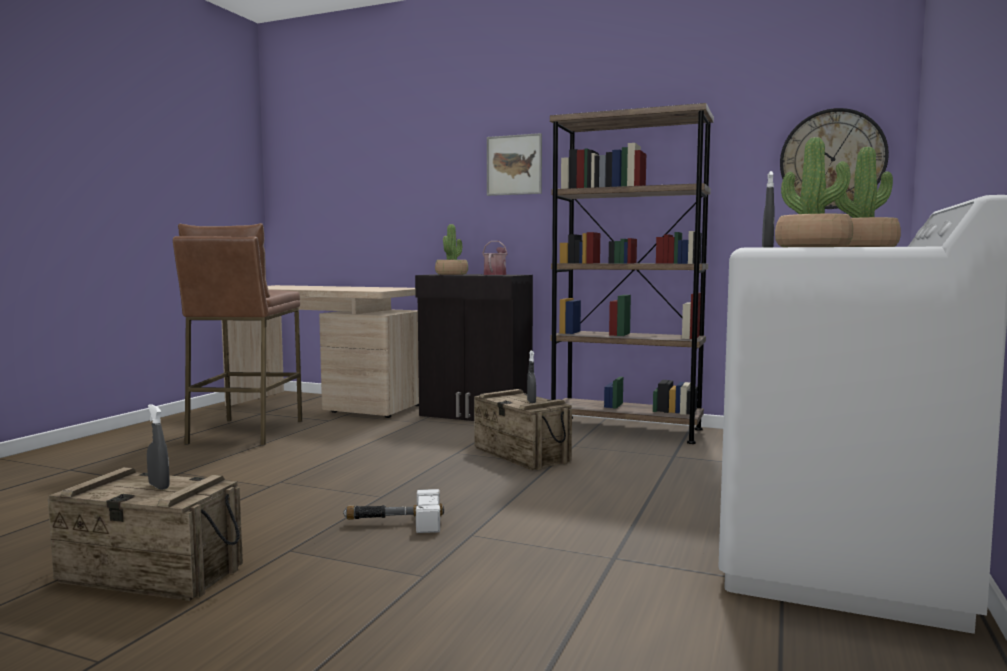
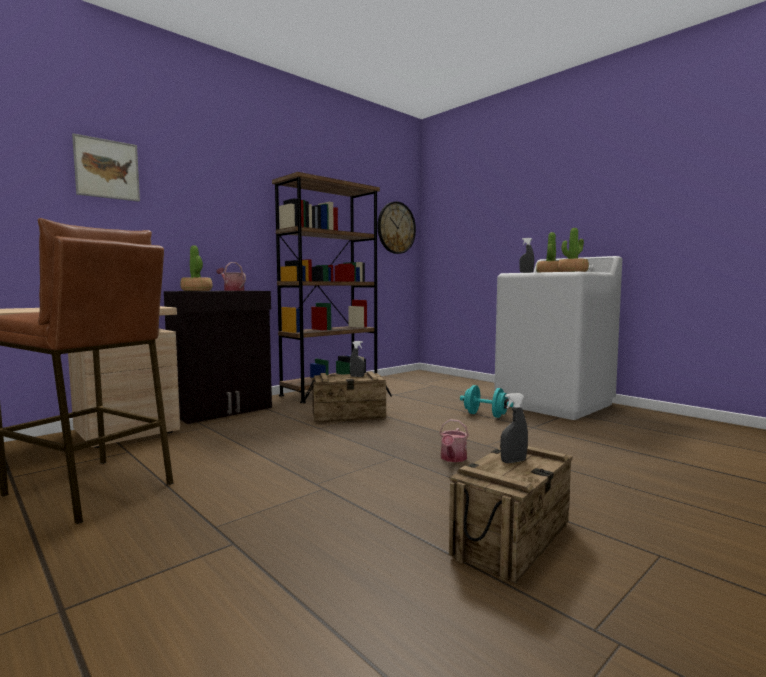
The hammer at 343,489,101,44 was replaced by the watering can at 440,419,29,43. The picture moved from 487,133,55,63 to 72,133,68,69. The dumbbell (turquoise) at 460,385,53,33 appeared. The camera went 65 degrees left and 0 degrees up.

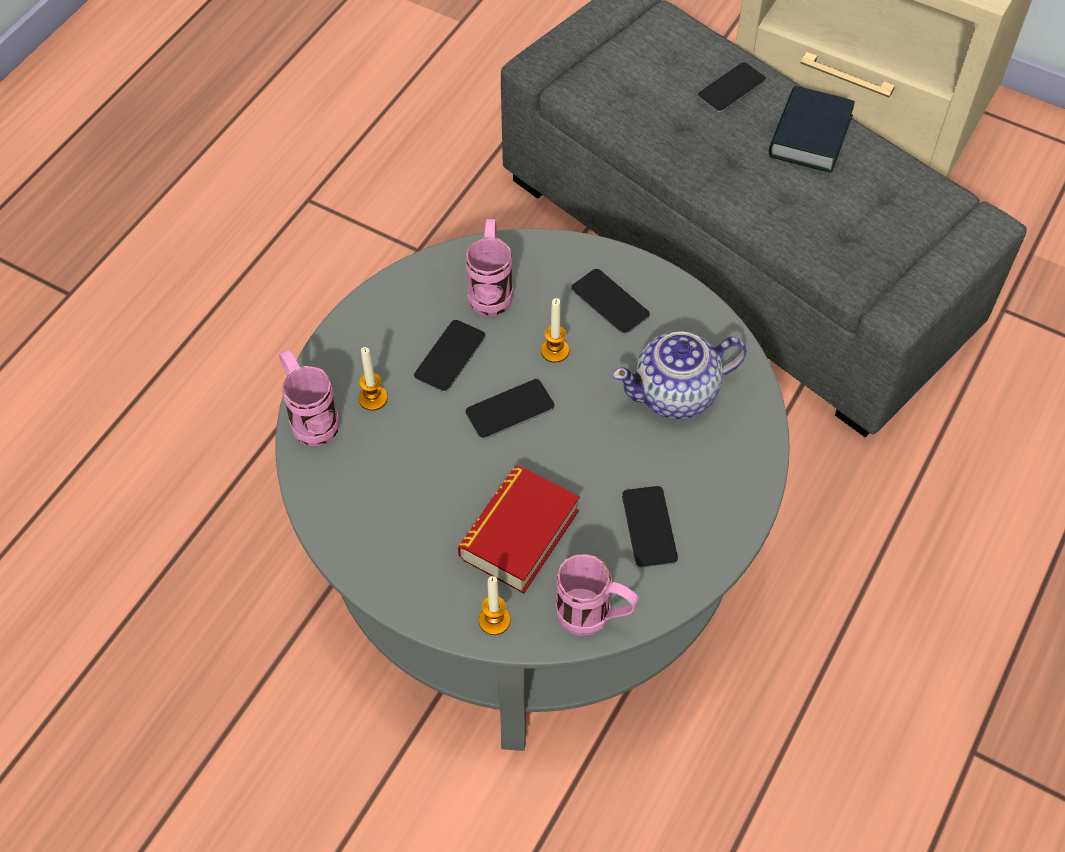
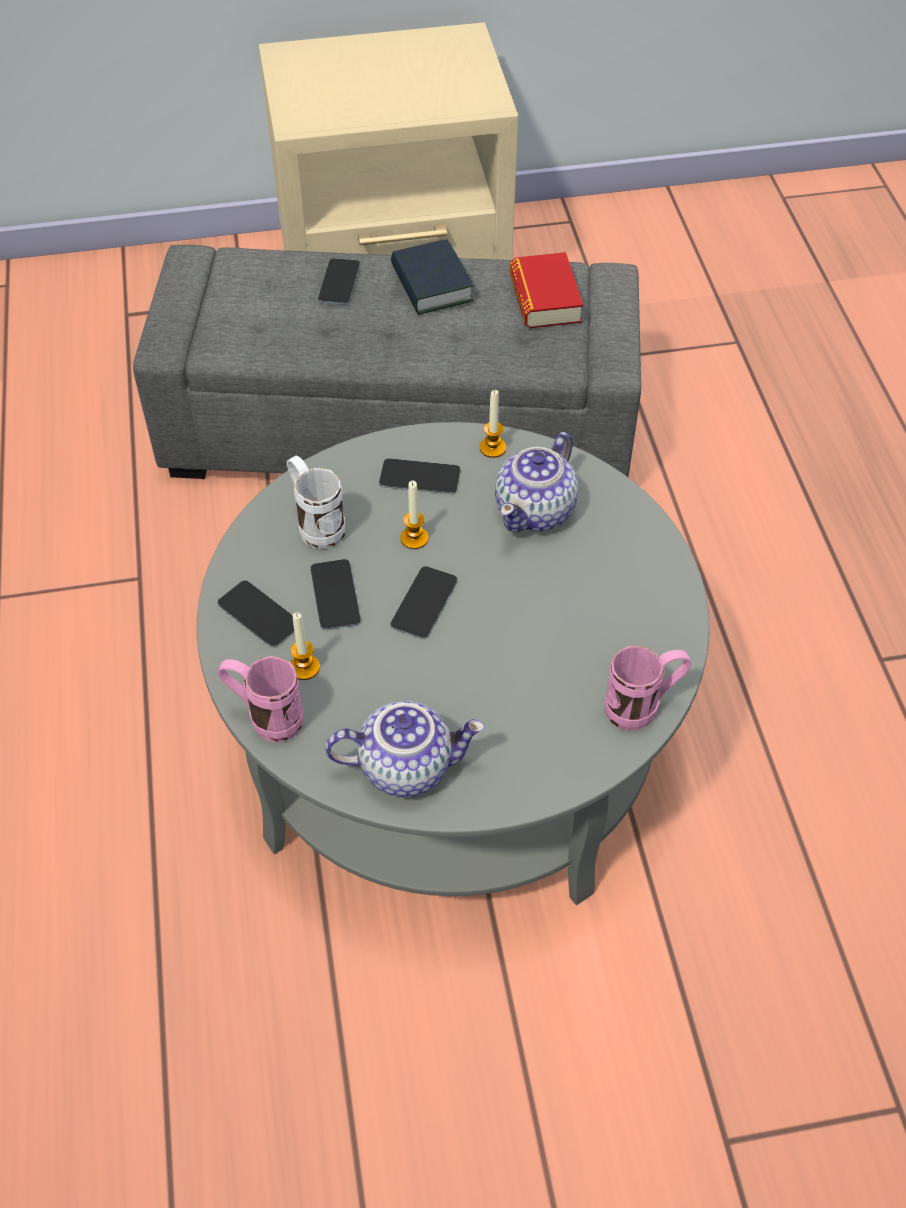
The book moved from 458,466,122,127 to 510,252,73,76. The mug (pink) at 466,219,47,97 became the mug (white) at 287,455,58,94. The candle moved from 479,576,31,59 to 480,390,26,68. The phone moved from 622,486,56,82 to 218,581,76,67. The teapot at 325,701,160,96 appeared. The camera went 40 degrees left and 5 degrees down.

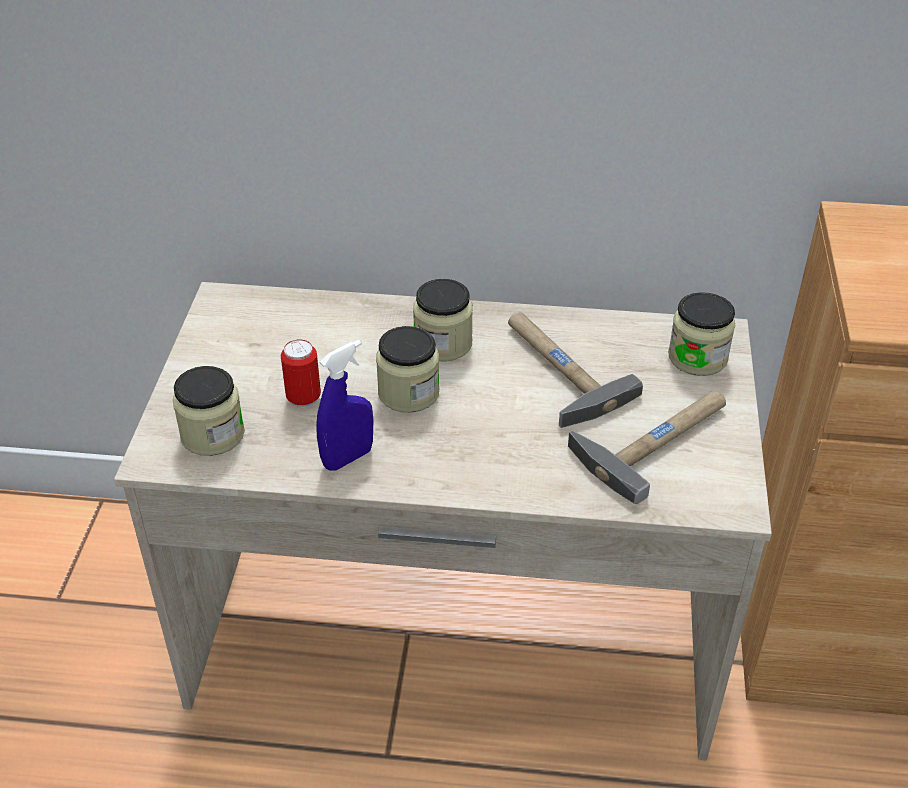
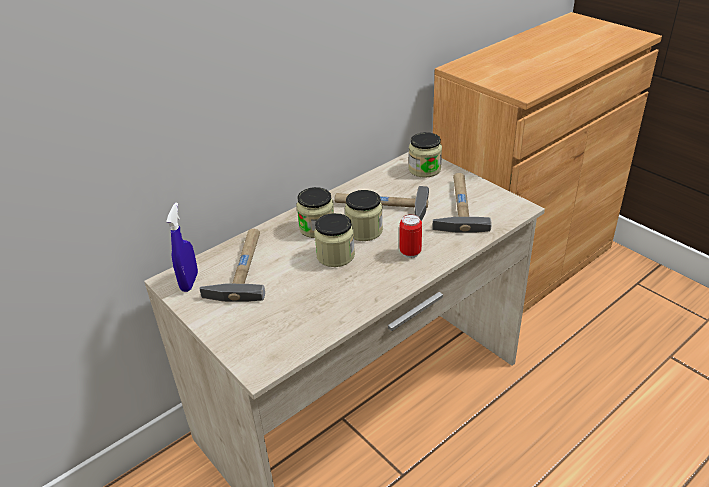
The jar moved from 173,366,72,90 to 345,190,38,51. The can moved from 281,339,40,69 to 400,214,22,44. The spray bottle (blue) moved from 316,340,58,131 to 166,203,32,89. The hammer at 199,229,66,73 appeared. The camera went 45 degrees left and 5 degrees down.

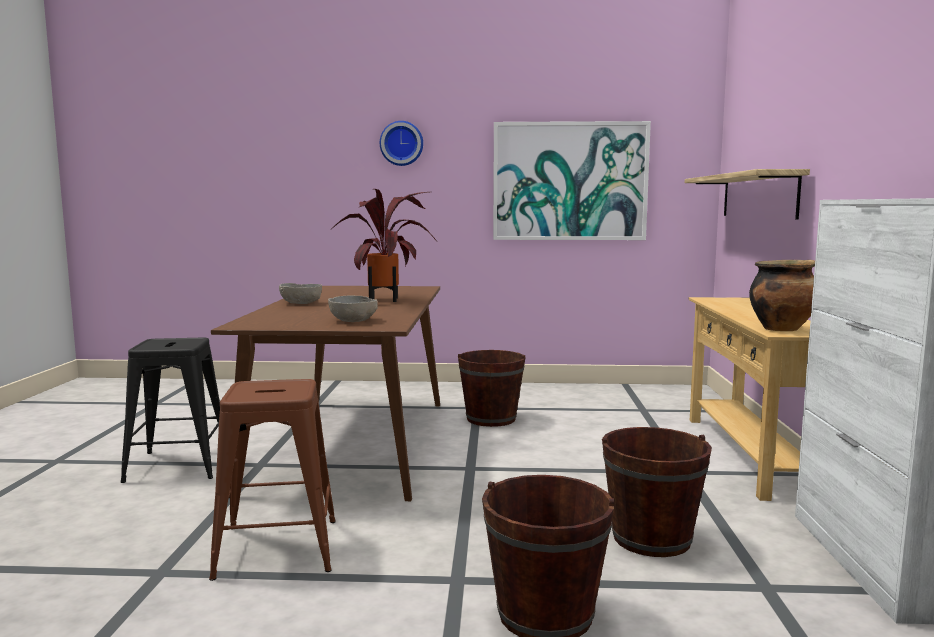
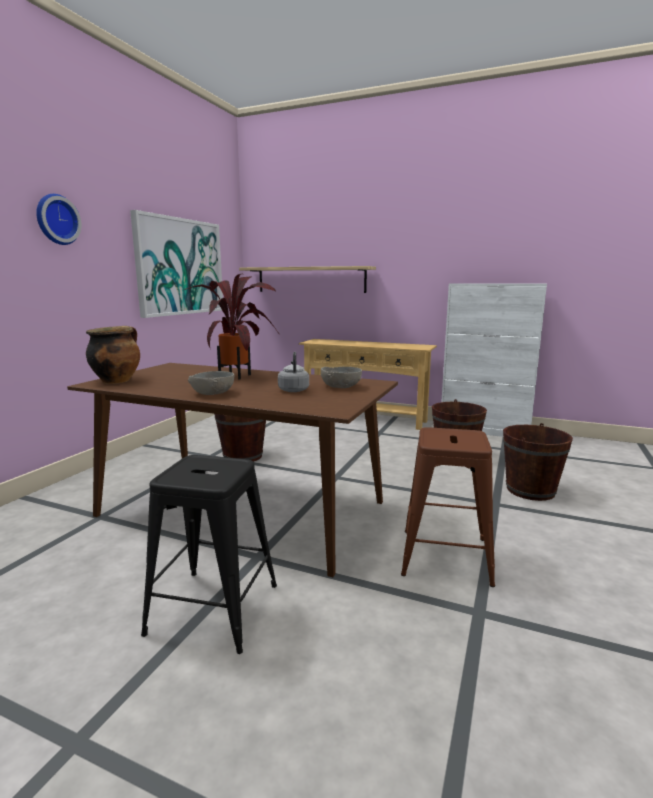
The cooking pot moved from 749,260,66,71 to 86,326,54,58. The kettle (grey) at 278,352,31,40 appeared. The camera went 70 degrees left and 5 degrees up.

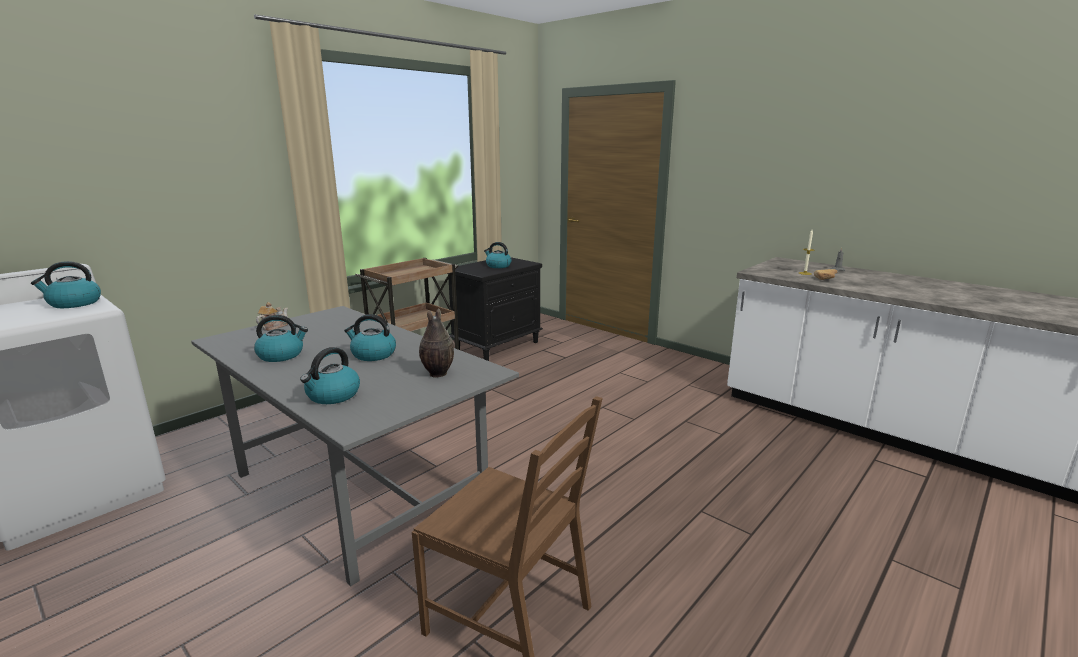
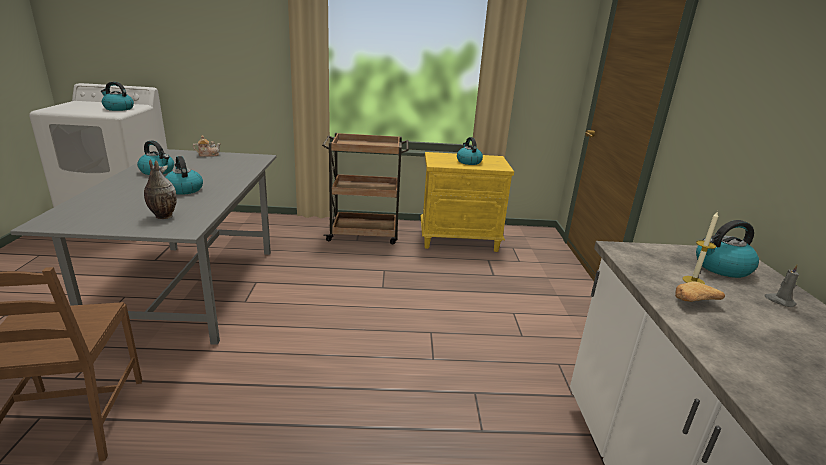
The kettle moved from 300,347,60,57 to 696,220,63,58. The nightstand (black) at 448,257,95,104 became the nightstand (yellow) at 421,152,93,100. The camera went 45 degrees right and 5 degrees up.

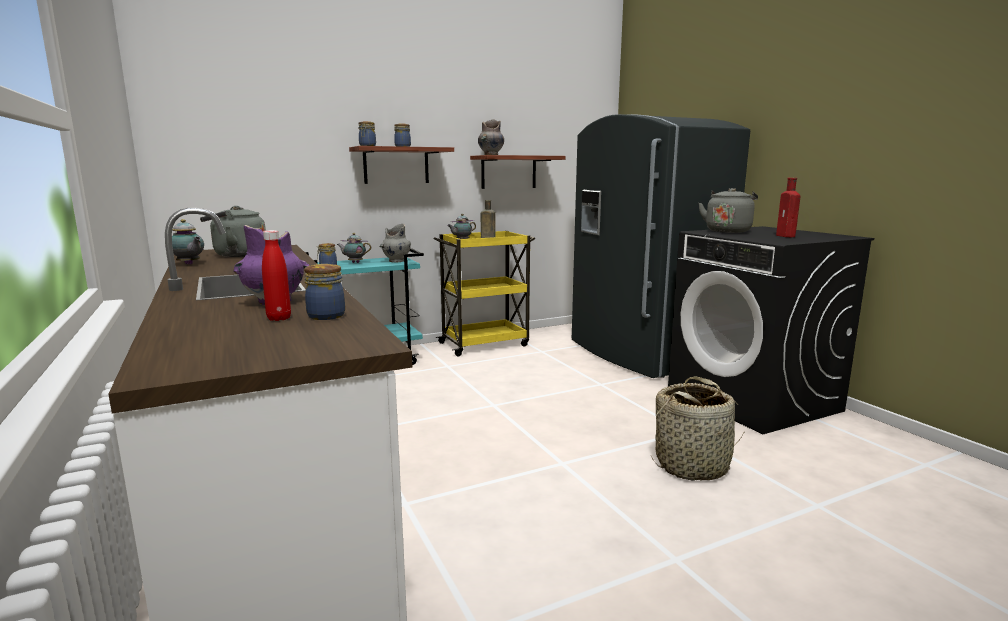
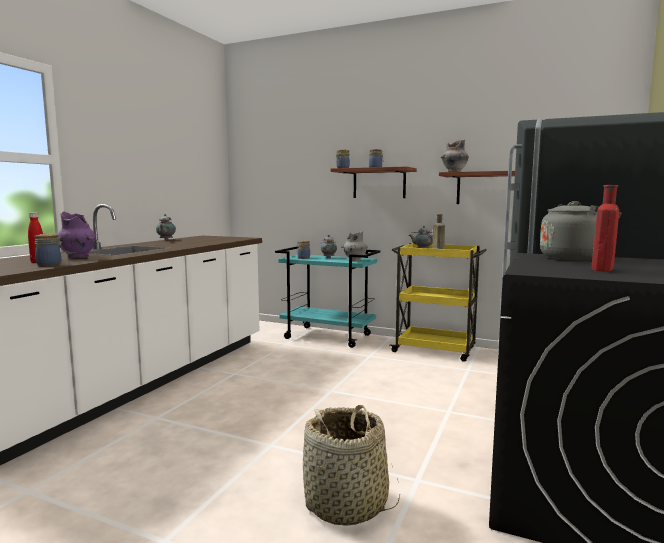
The kettle (grey) at 200,206,66,51 disappeared. The camera went 50 degrees right and 5 degrees down.

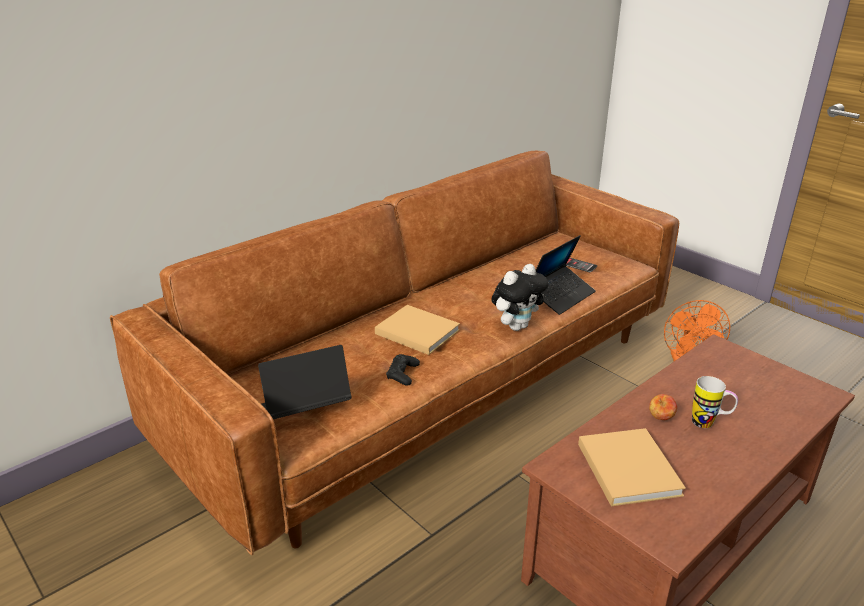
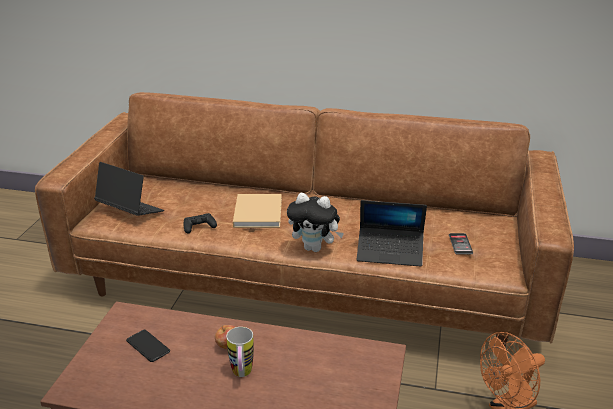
The book (beige) at 578,428,108,78 was replaced by the phone at 126,330,44,32. The camera went 55 degrees right and 0 degrees up.

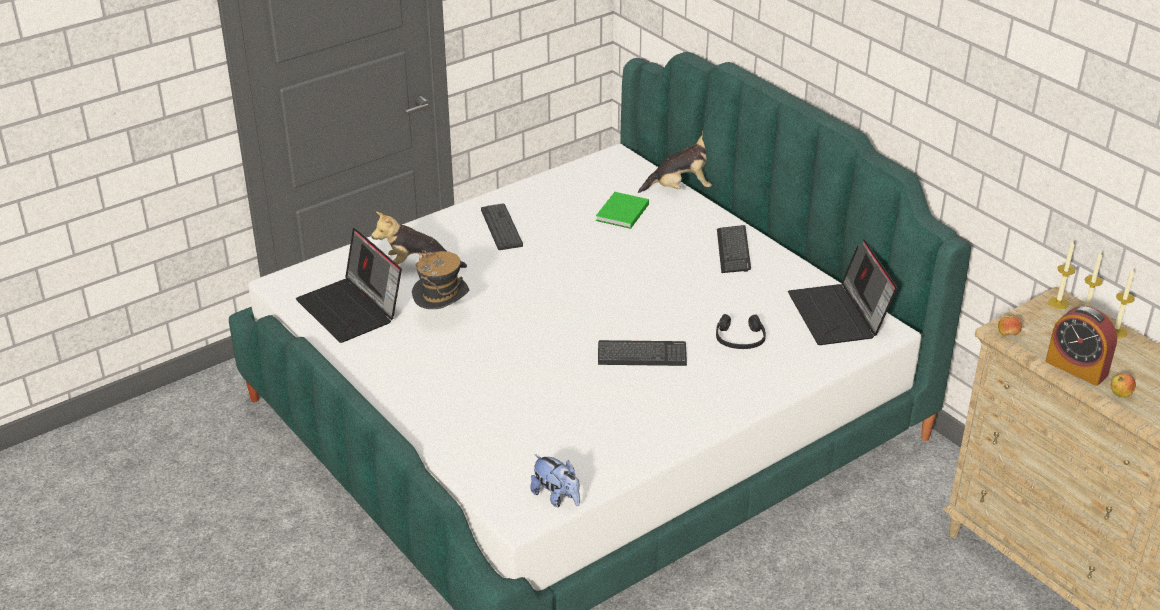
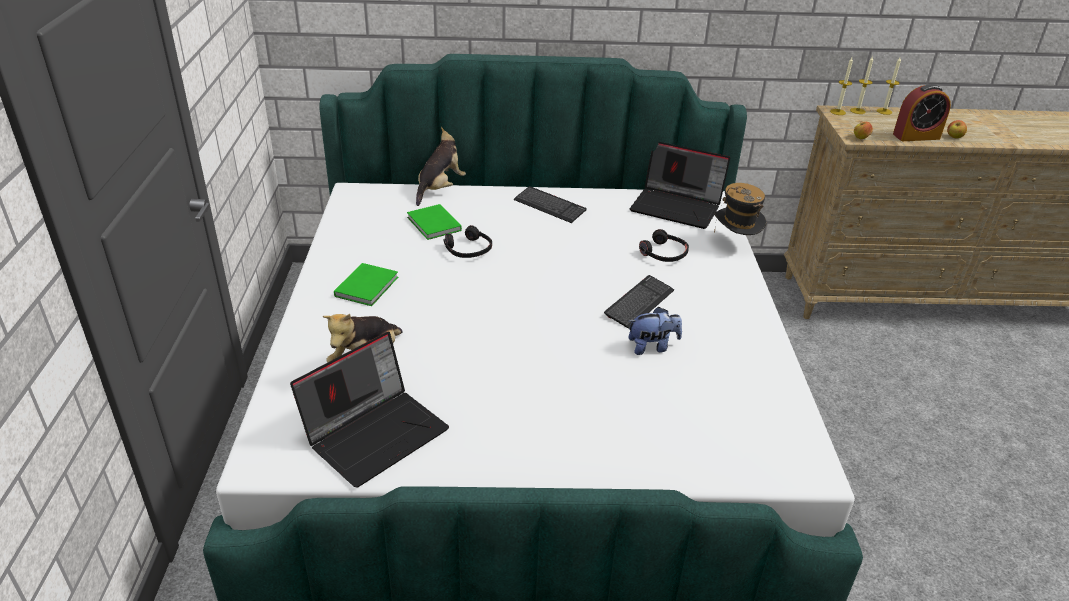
The laptop at 296,228,106,115 turned 45 degrees counterclockwise. The hat moved from 412,250,58,59 to 714,183,53,52. The keyboard at 481,203,42,47 was replaced by the book (green) at 334,263,64,43. The plush toy moved from 530,454,50,53 to 628,307,54,48. The headphones (black) at 443,225,49,33 appeared. The camera went 55 degrees left and 0 degrees up.

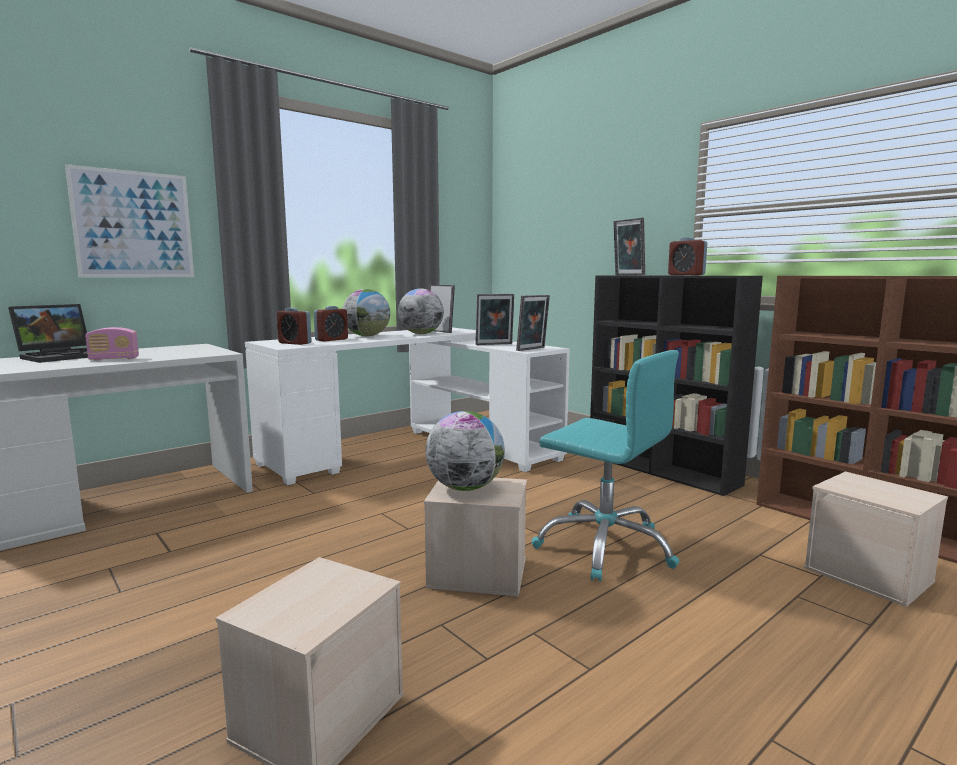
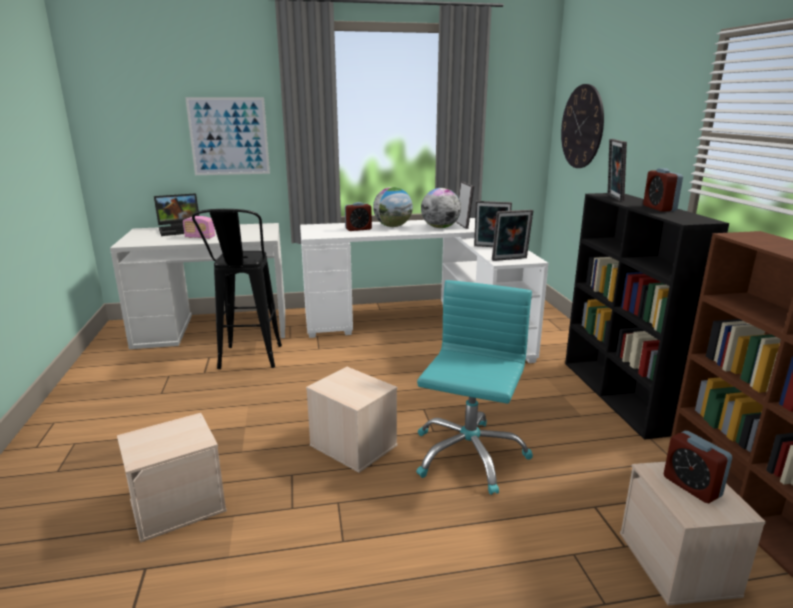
The alarm clock moved from 277,307,35,38 to 664,431,68,72. The globe at 425,411,80,80 disappeared. The office chair (turquoise) at 532,350,148,232 turned 135 degrees counterclockwise. The stool (black) at 192,209,90,160 appeared. The wall clock at 561,84,43,84 appeared. The camera went 30 degrees right and 10 degrees up.

